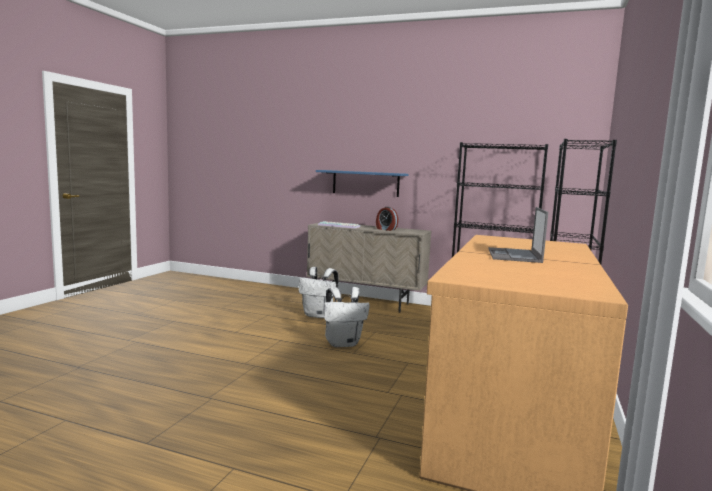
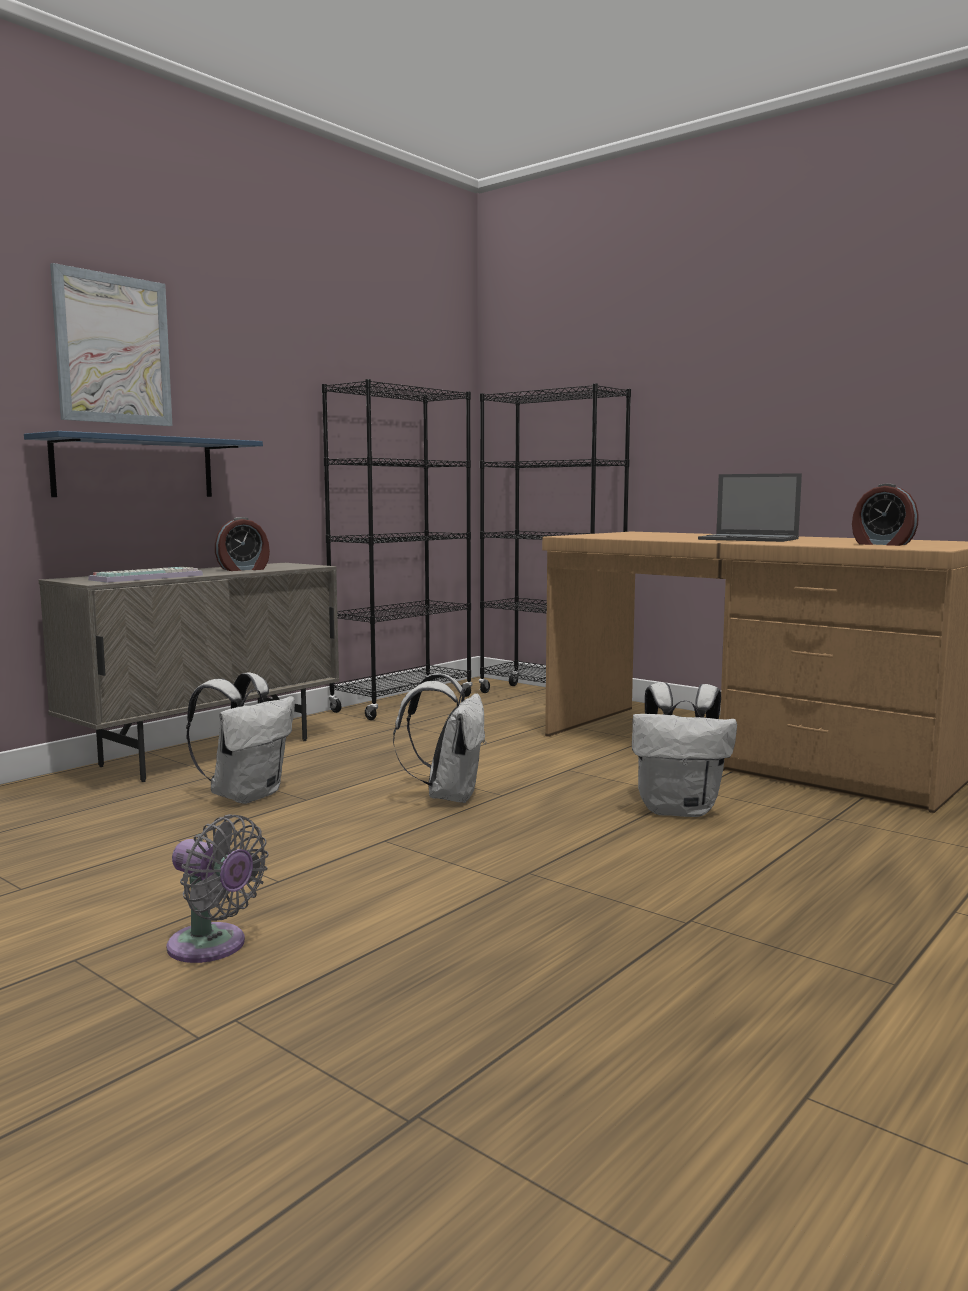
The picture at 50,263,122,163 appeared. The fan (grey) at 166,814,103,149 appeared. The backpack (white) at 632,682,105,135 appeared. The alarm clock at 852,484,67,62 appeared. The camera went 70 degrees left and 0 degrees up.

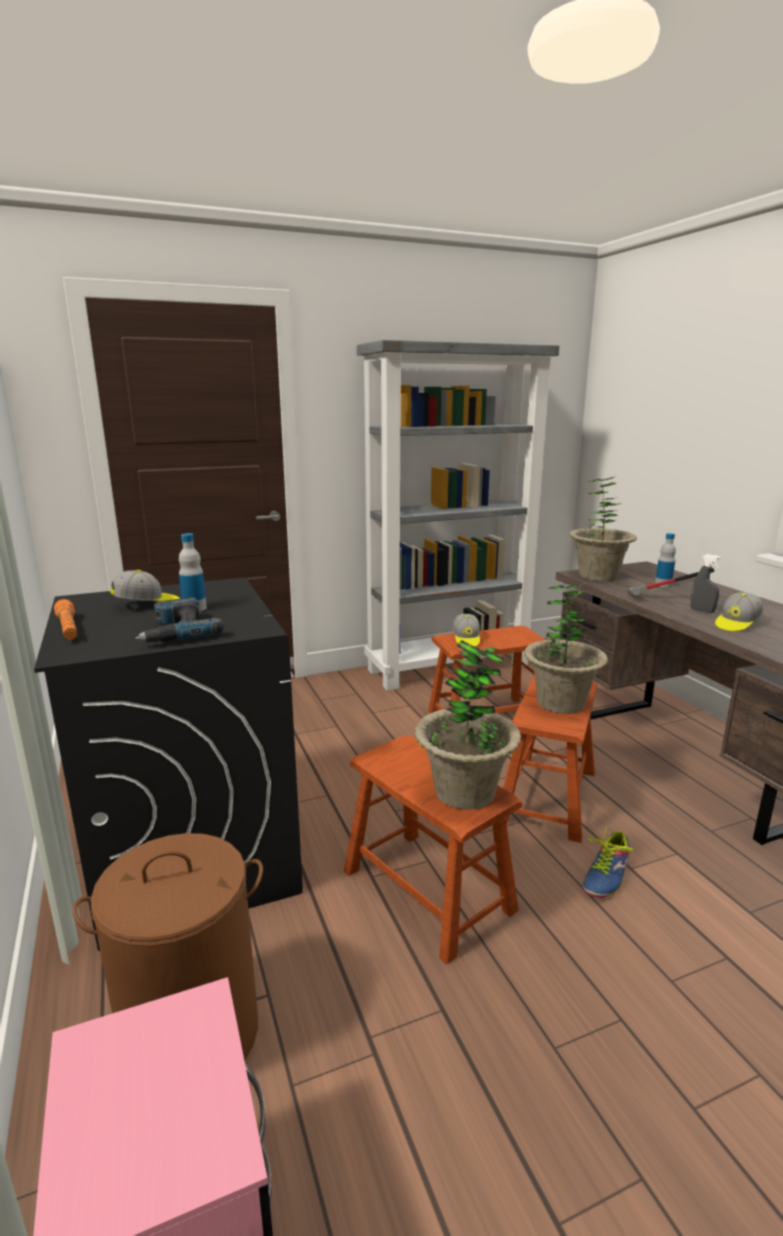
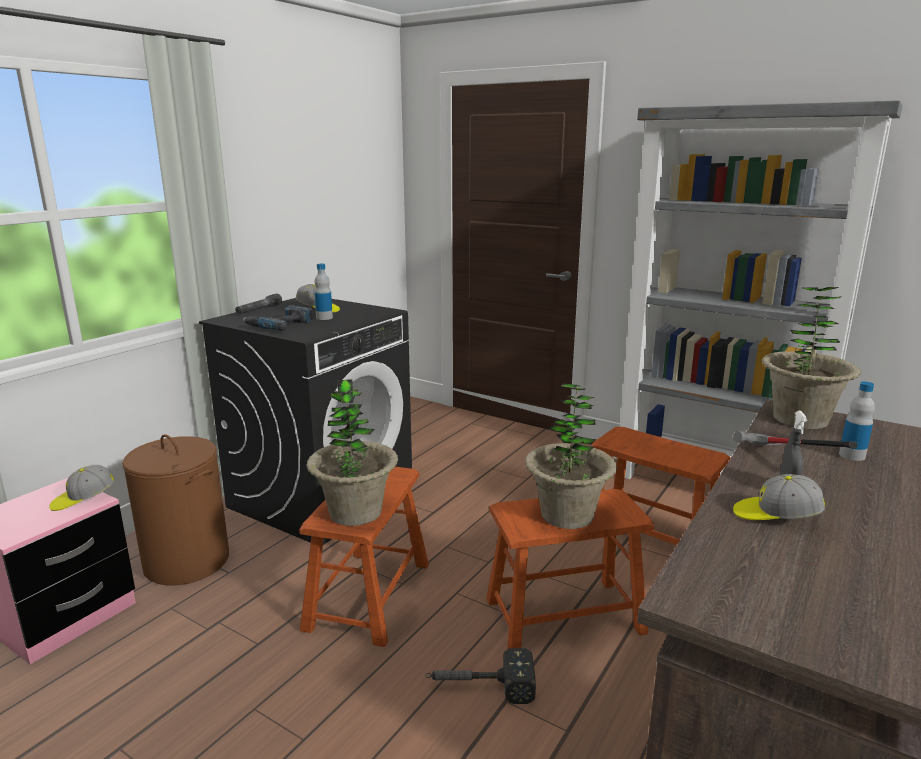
The flashlight (orange) at 54,599,23,41 became the flashlight (grey) at 235,293,47,21. The cap moved from 453,614,27,33 to 49,465,65,46. The shoe at 583,825,50,73 was replaced by the hammer at 425,648,111,56. The camera went 55 degrees right and 0 degrees up.

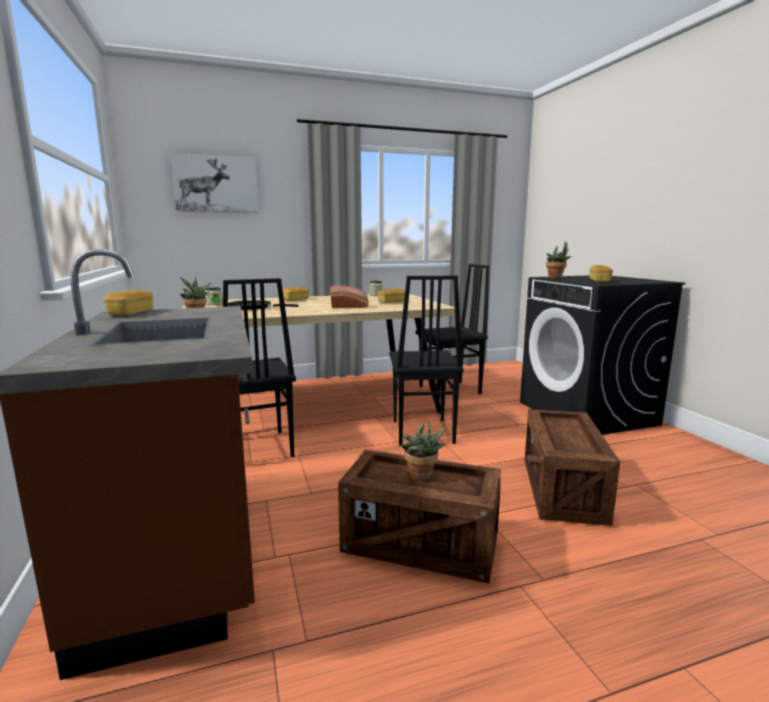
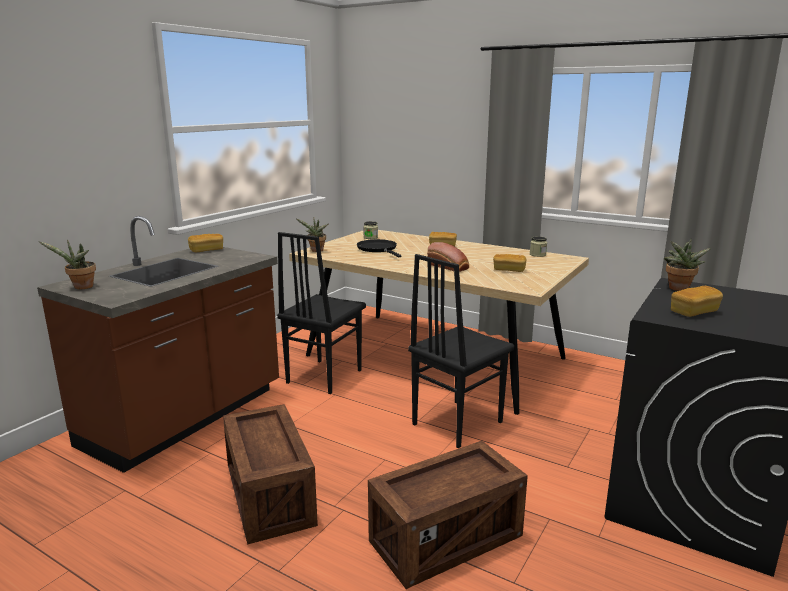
The picture at 170,153,89,60 disappeared. The potted plant moved from 401,421,45,60 to 38,240,58,49. The chair (black) at 416,264,73,135 disappeared. The camera went 50 degrees right and 5 degrees up.

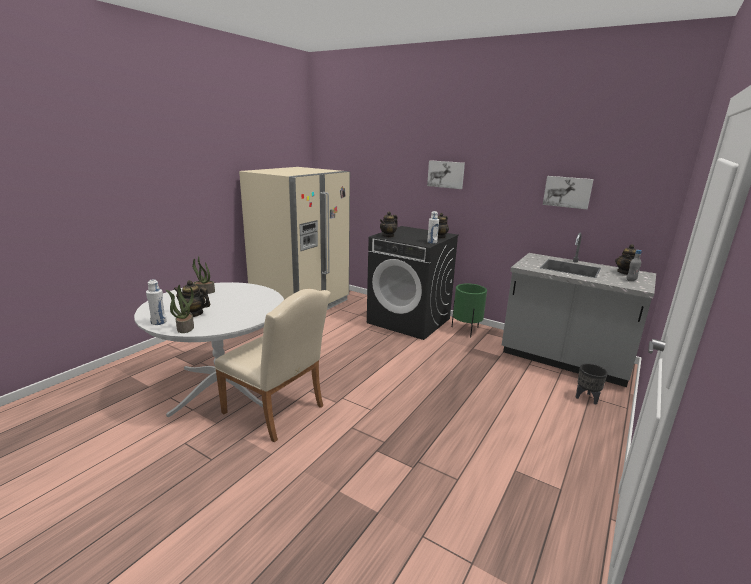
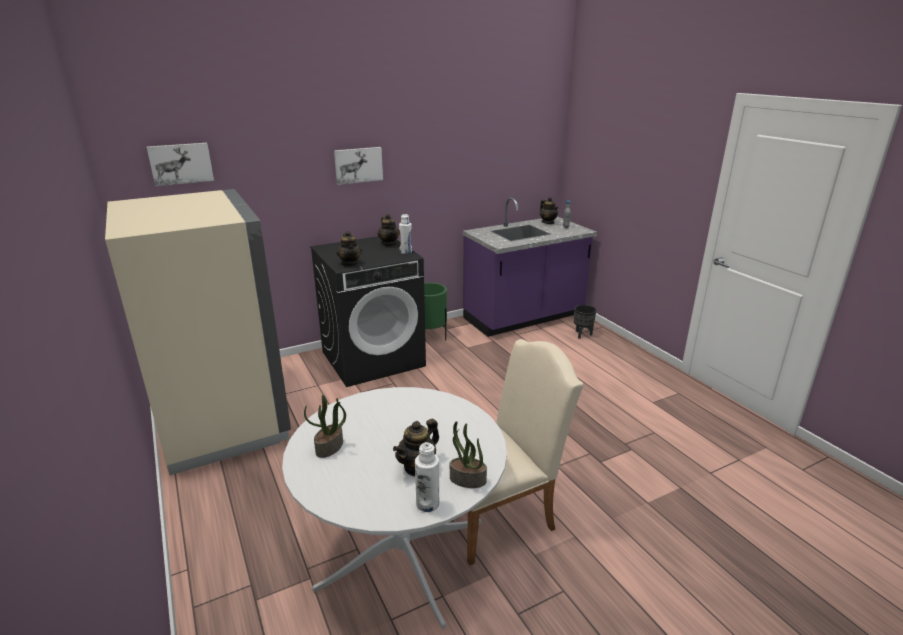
The counter (grey) at 502,233,154,154 became the counter (purple) at 463,198,134,139. The picture moved from 543,176,51,33 to 147,143,67,43. The camera went 60 degrees left and 5 degrees up.

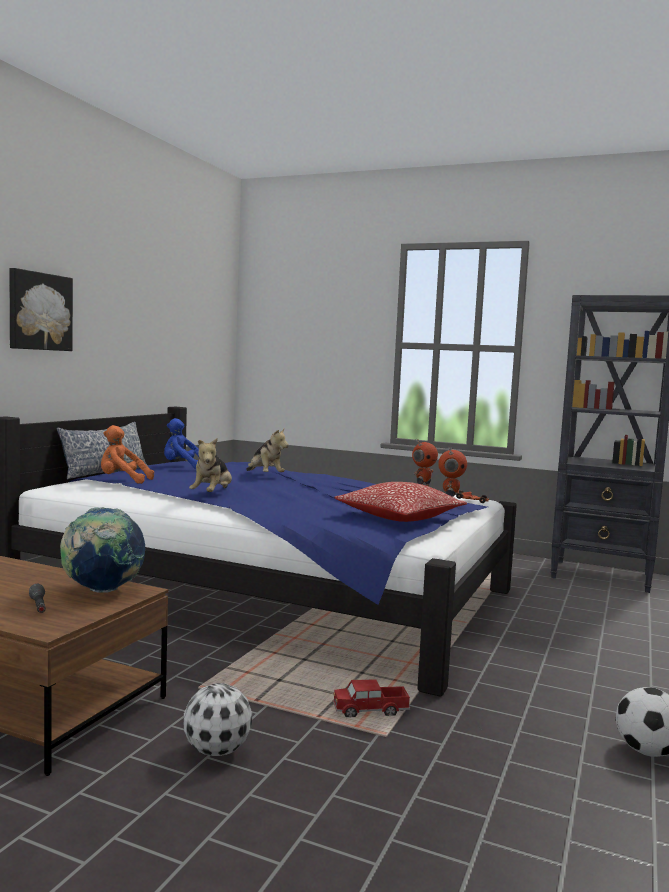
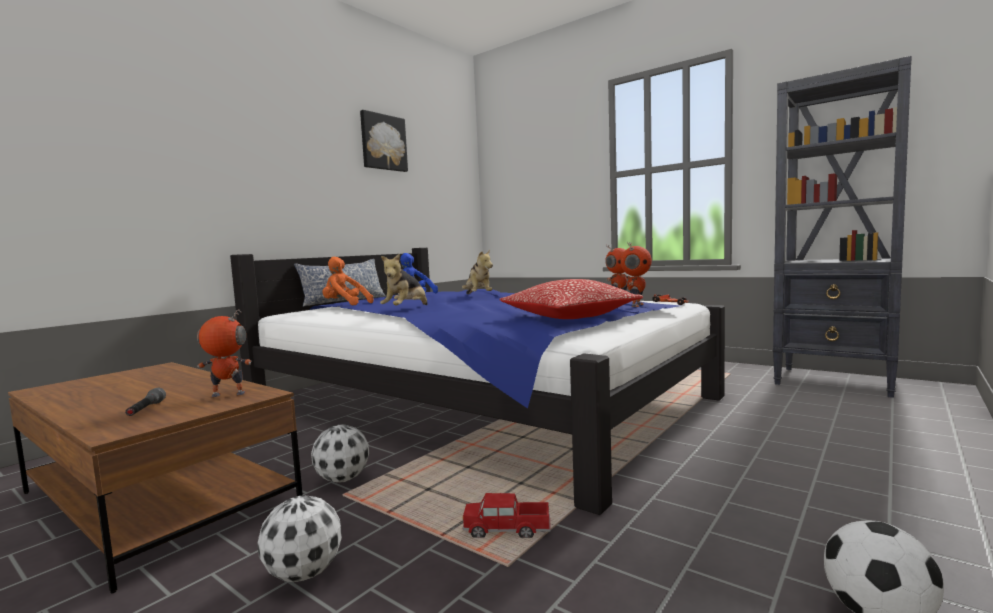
The picture moved from 9,268,64,83 to 360,110,48,62. The globe at 60,507,85,86 was replaced by the toy robot at 197,309,55,88. The football at 311,424,58,59 appeared. The camera went 15 degrees right and 0 degrees up.

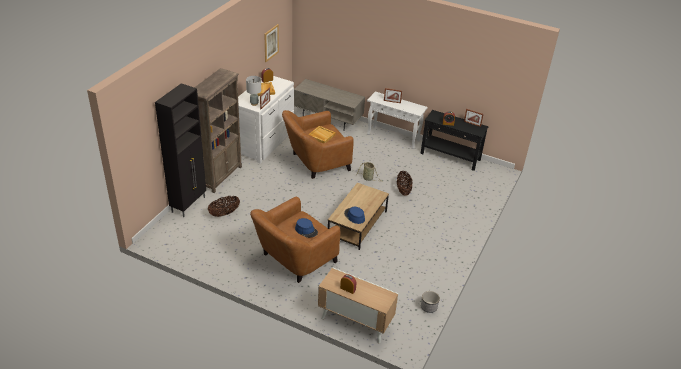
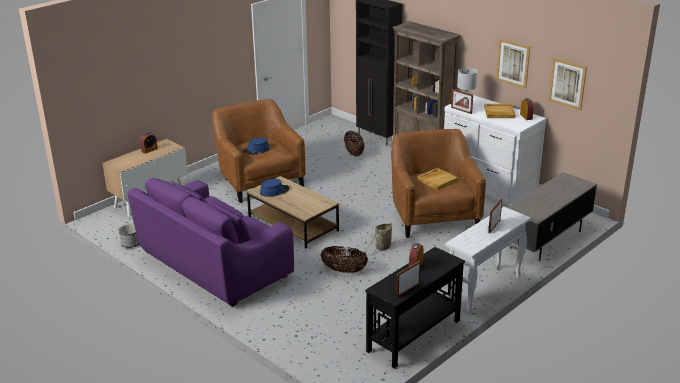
The sofa (purple) at 128,178,166,129 appeared. The picture at 496,39,34,50 appeared. The camera went 110 degrees right and 10 degrees down.

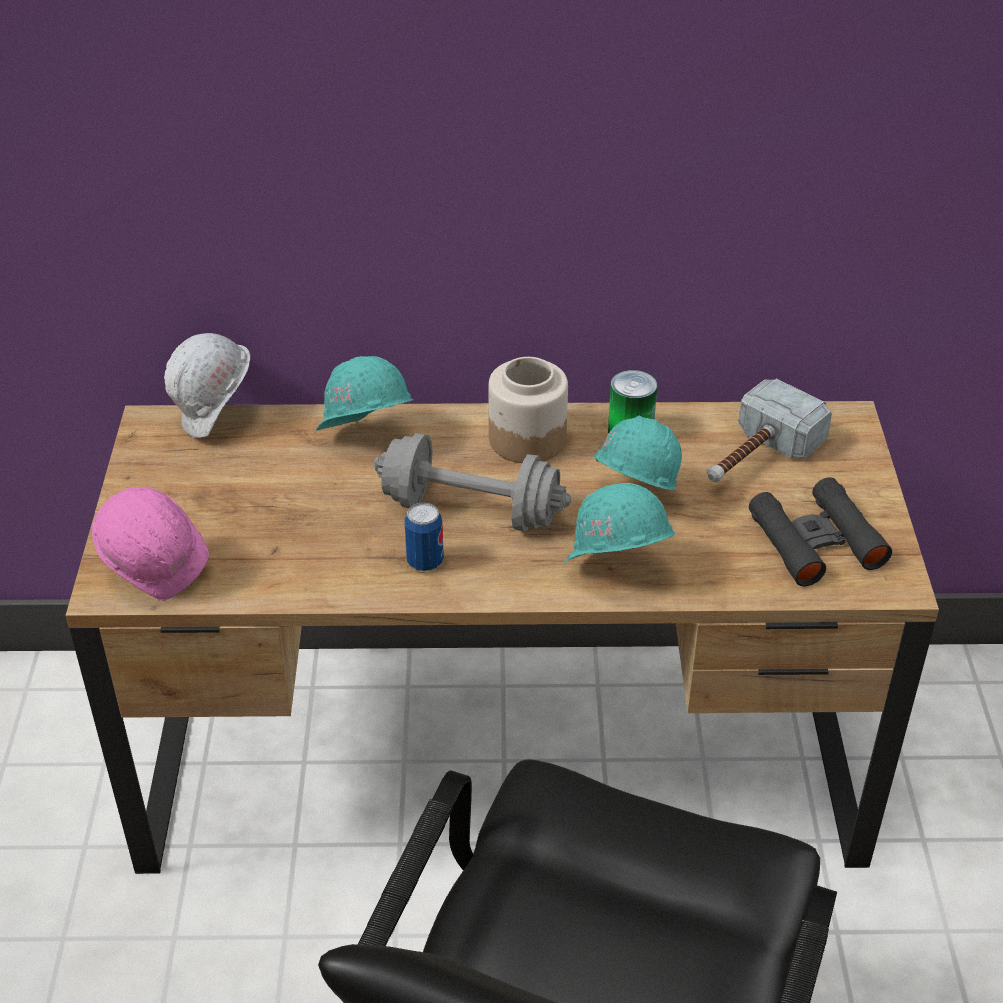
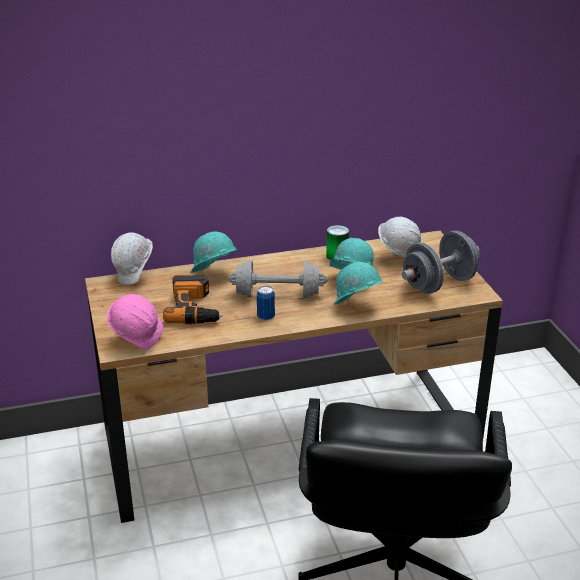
The jar at 488,357,80,106 disappeared. The hammer at 707,378,125,104 was replaced by the hard hat (white) at 378,217,43,40. The binoculars (black) at 749,477,143,109 was replaced by the dumbbell (grey) at 402,231,78,63. The power drill at 163,275,59,49 appeared. The camera went 15 degrees left and 10 degrees down.

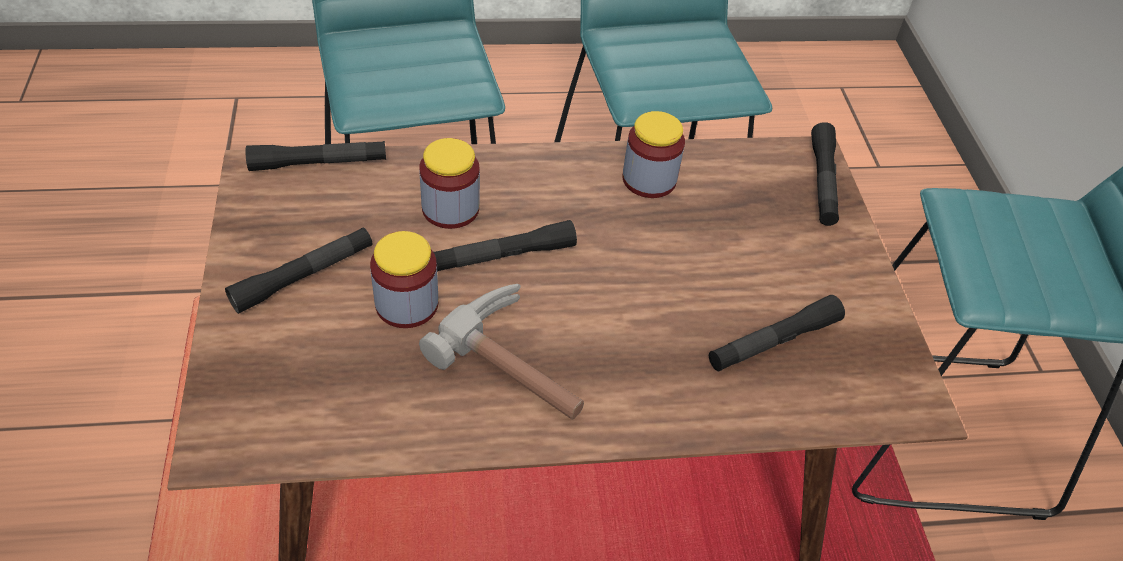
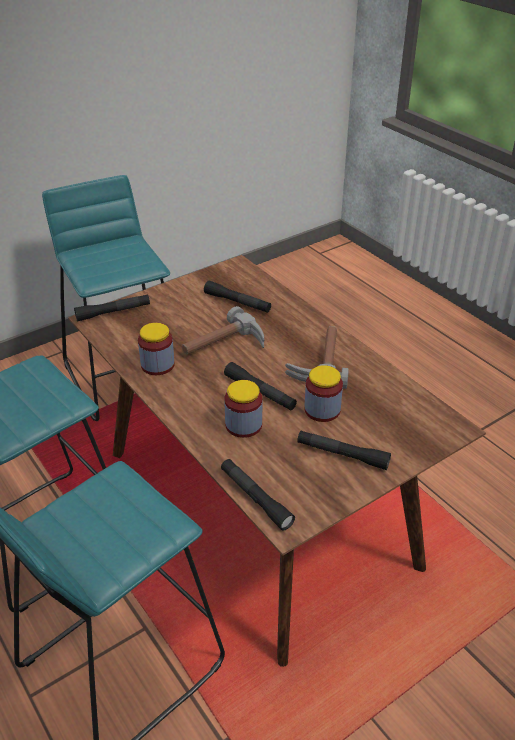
The hammer at 182,306,83,48 appeared. The camera went 115 degrees left and 10 degrees down.

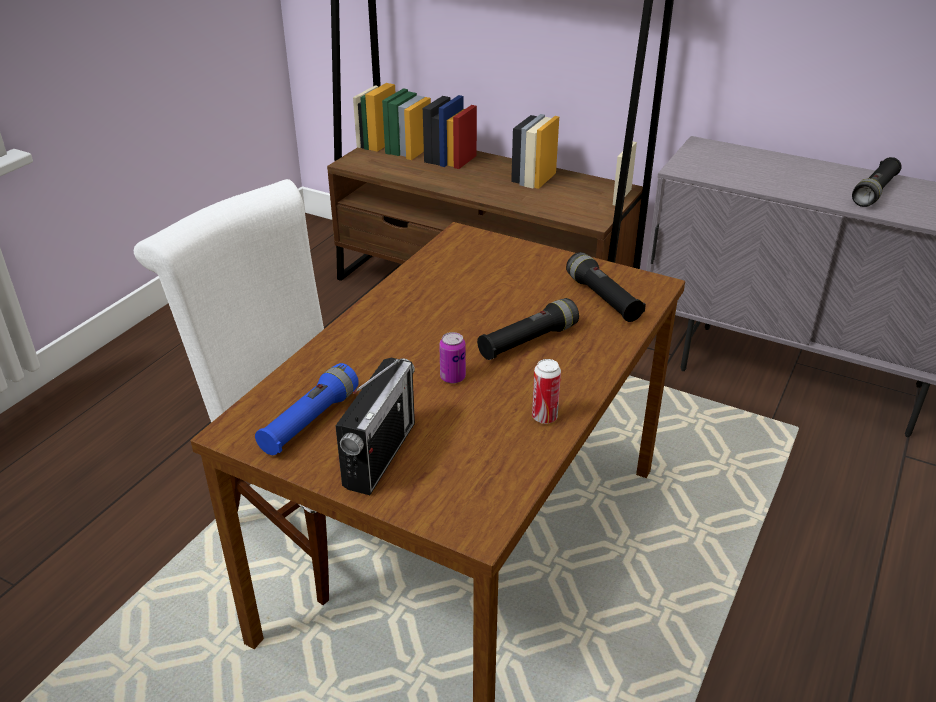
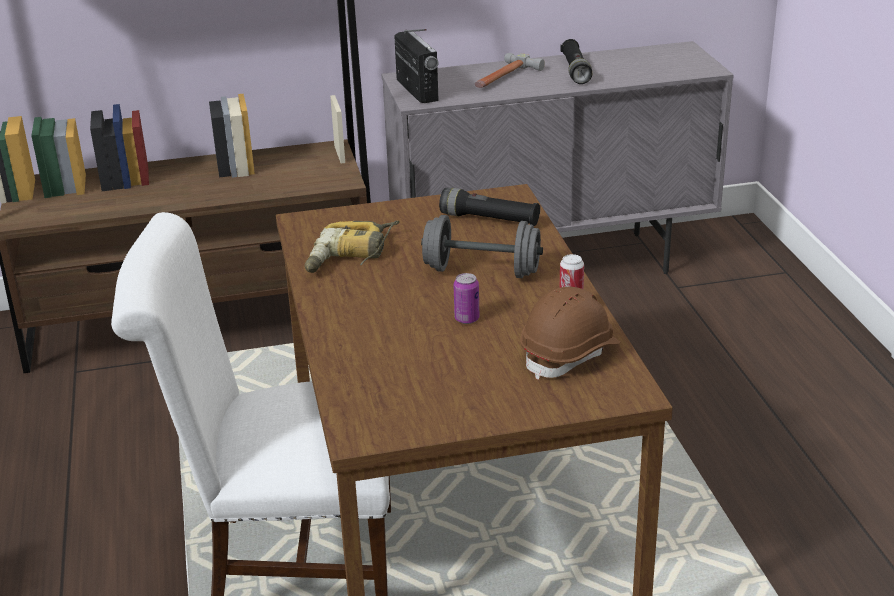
The flashlight (blue) at 255,363,104,92 disappeared. The radio moved from 335,358,80,137 to 394,29,45,74. The flashlight (black) at 477,298,102,62 was replaced by the dumbbell (grey) at 421,215,122,63. The power drill at 305,220,94,53 appeared. The hammer at 474,53,71,35 appeared. The hard hat (brown) at 520,287,100,93 appeared. The camera went 40 degrees left and 5 degrees down.

